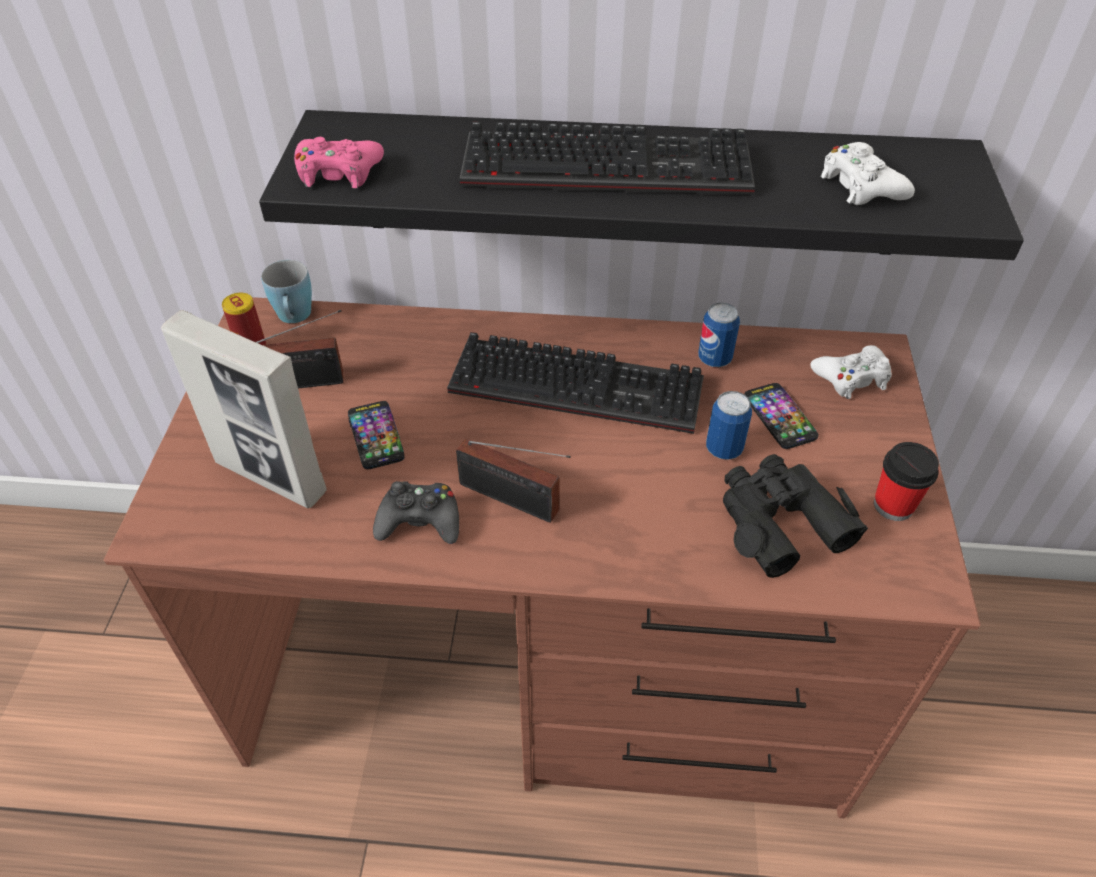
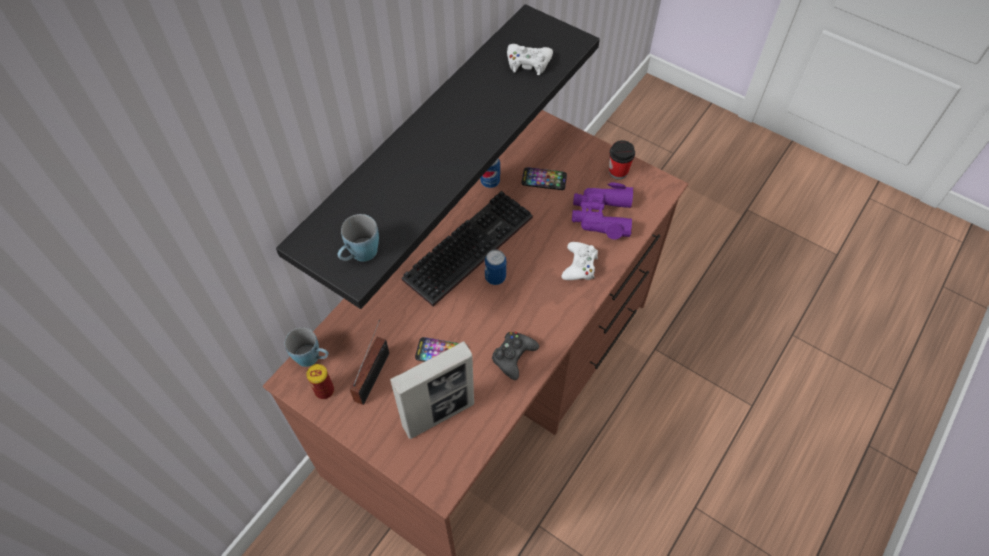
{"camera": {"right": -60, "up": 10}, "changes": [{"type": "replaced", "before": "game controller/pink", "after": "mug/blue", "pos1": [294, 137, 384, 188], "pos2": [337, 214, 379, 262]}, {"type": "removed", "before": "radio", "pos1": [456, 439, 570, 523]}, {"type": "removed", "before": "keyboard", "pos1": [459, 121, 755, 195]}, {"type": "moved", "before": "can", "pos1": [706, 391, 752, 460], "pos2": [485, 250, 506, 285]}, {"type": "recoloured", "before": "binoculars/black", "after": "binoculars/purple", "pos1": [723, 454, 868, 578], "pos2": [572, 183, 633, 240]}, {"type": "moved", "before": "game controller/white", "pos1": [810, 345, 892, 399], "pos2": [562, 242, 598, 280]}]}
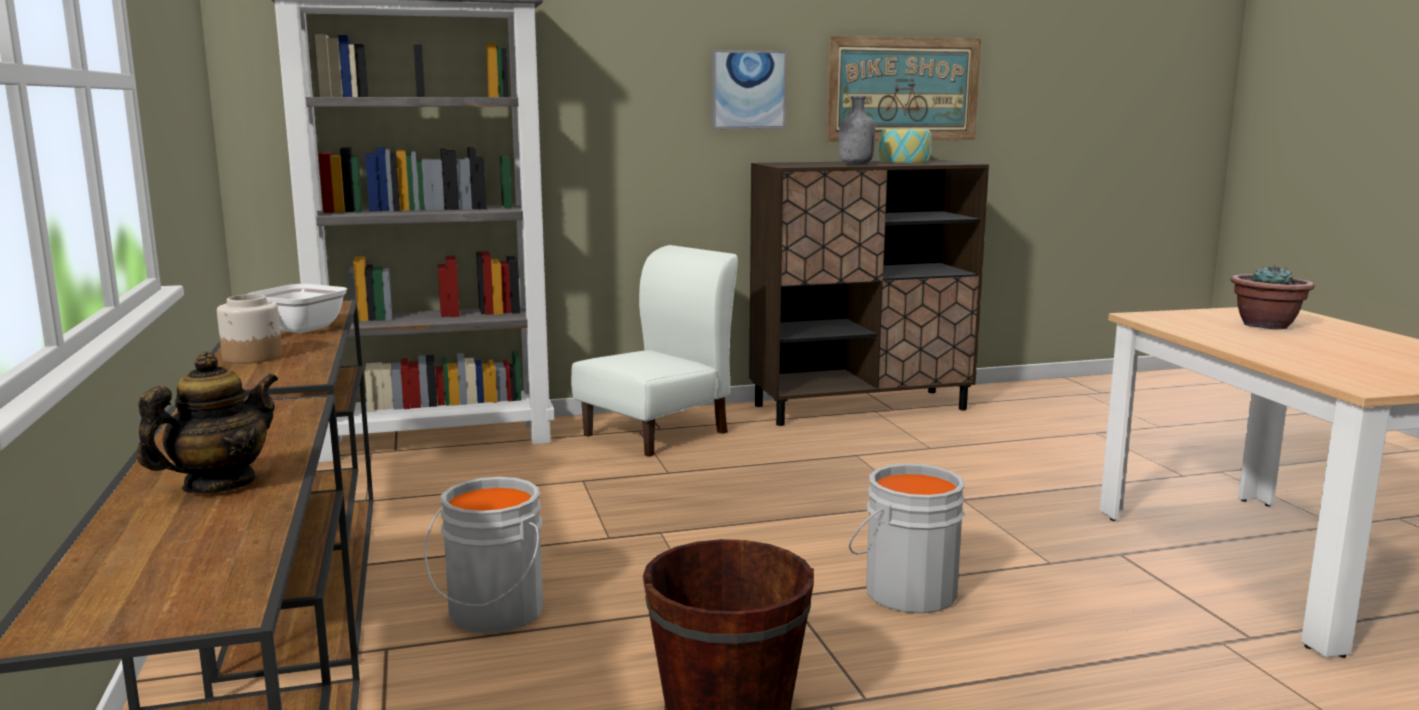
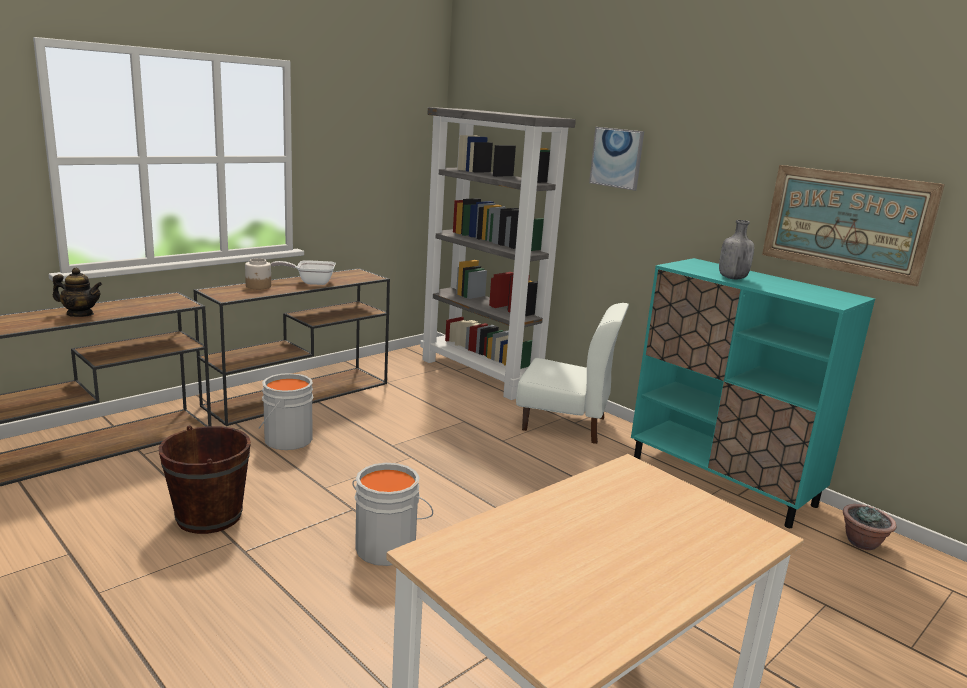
{"camera": {"right": 60, "up": 5}, "changes": [{"type": "moved", "before": "picture", "pos1": [712, 50, 787, 129], "pos2": [589, 127, 644, 190]}, {"type": "recoloured", "before": "cabinet/brown", "after": "cabinet/turquoise", "pos1": [749, 160, 989, 426], "pos2": [631, 258, 875, 528]}, {"type": "removed", "before": "bowl", "pos1": [879, 129, 932, 163]}, {"type": "moved", "before": "potted plant", "pos1": [1230, 265, 1315, 329], "pos2": [843, 504, 897, 550]}]}
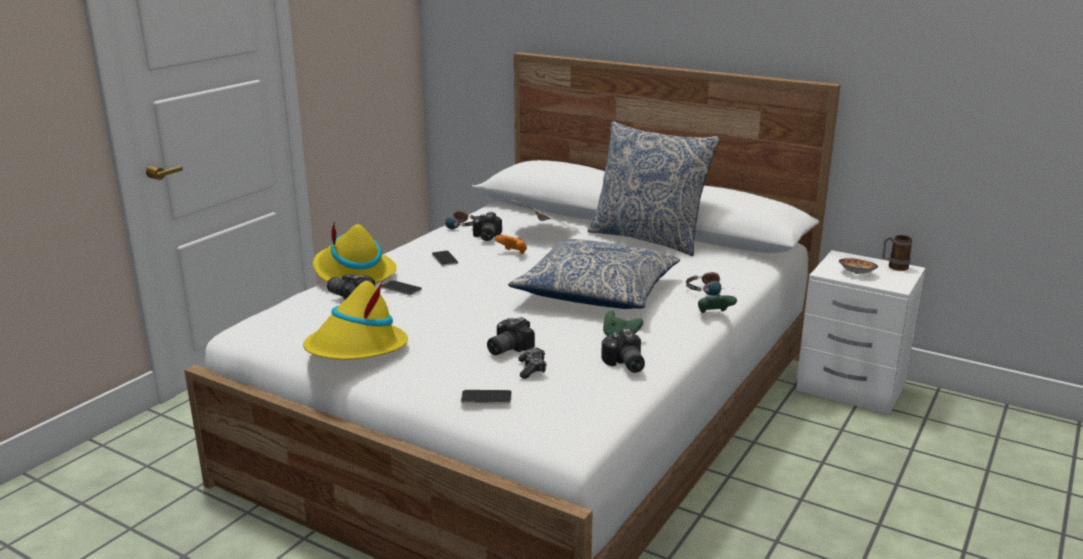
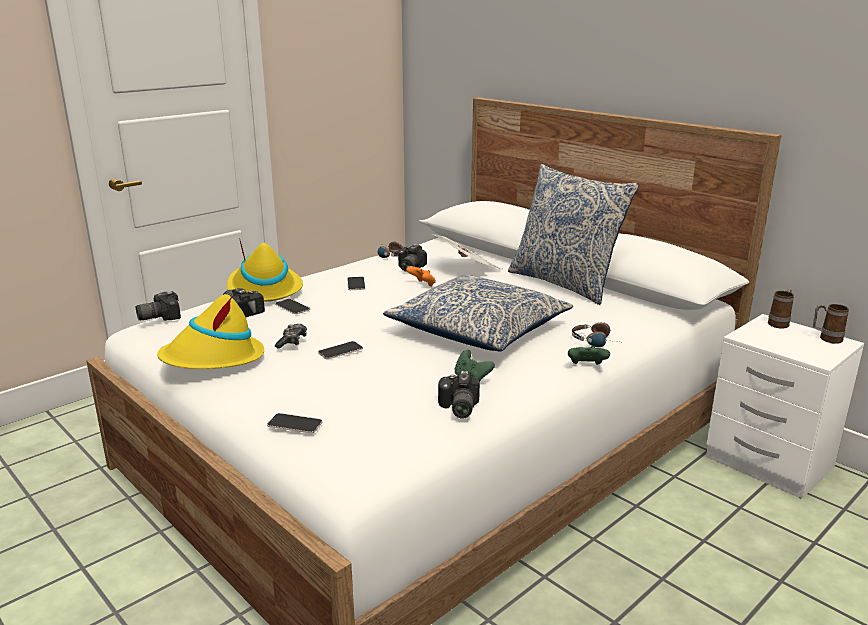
{"camera": {"right": 15, "up": 0}, "changes": [{"type": "moved", "before": "photo camera", "pos1": [487, 317, 535, 355], "pos2": [136, 291, 181, 321]}, {"type": "moved", "before": "game controller", "pos1": [518, 347, 547, 379], "pos2": [275, 324, 307, 349]}, {"type": "removed", "before": "bowl", "pos1": [839, 258, 878, 274]}, {"type": "added", "after": "phone", "pos2": [318, 341, 363, 359]}, {"type": "added", "after": "mug", "pos2": [768, 288, 794, 329]}]}
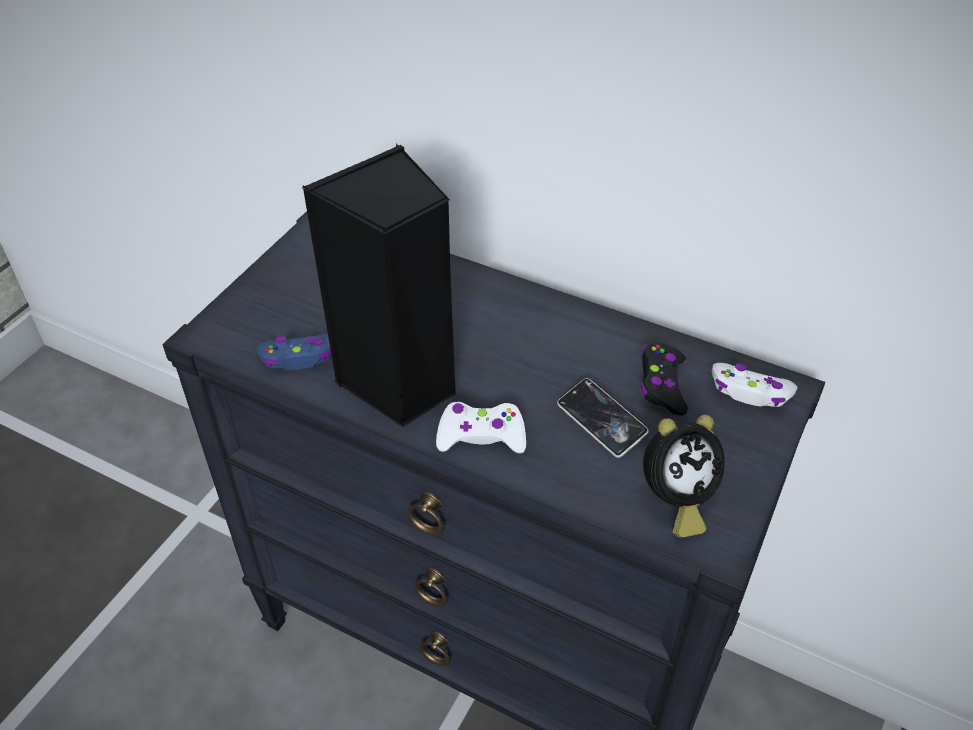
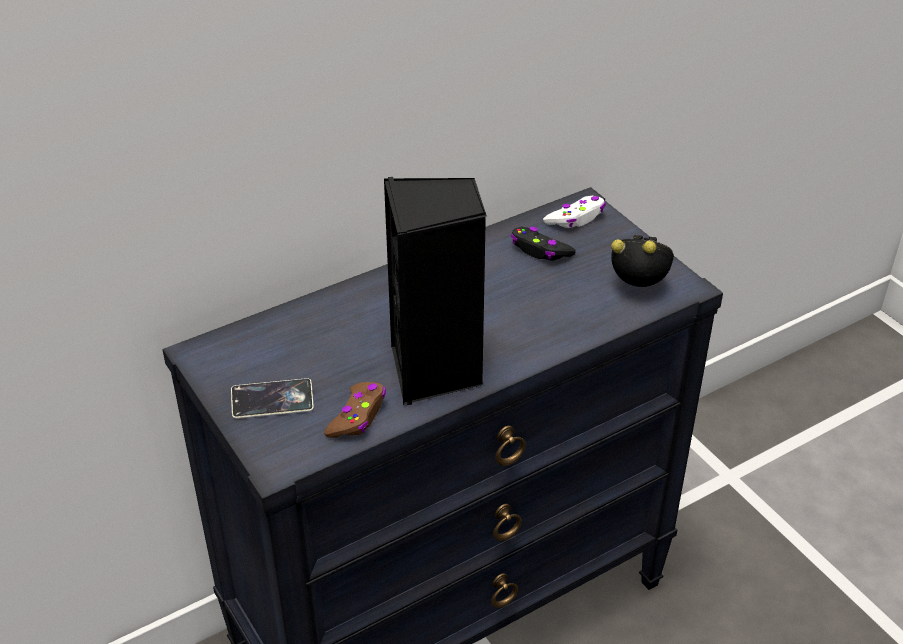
{"camera": {"right": -60, "up": -5}, "changes": [{"type": "recoloured", "before": "game controller/blue", "after": "game controller/brown", "pos1": [256, 333, 332, 370], "pos2": [324, 382, 386, 438]}, {"type": "removed", "before": "game controller/white", "pos1": [436, 402, 526, 453]}, {"type": "moved", "before": "phone", "pos1": [557, 378, 649, 458], "pos2": [231, 378, 314, 419]}, {"type": "turned", "before": "alarm clock", "pos1": [643, 415, 725, 538], "pos2": [611, 235, 674, 287], "turn": -75}]}
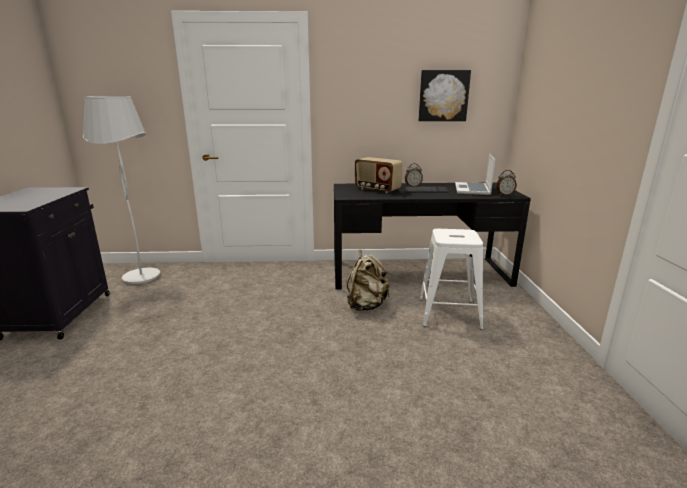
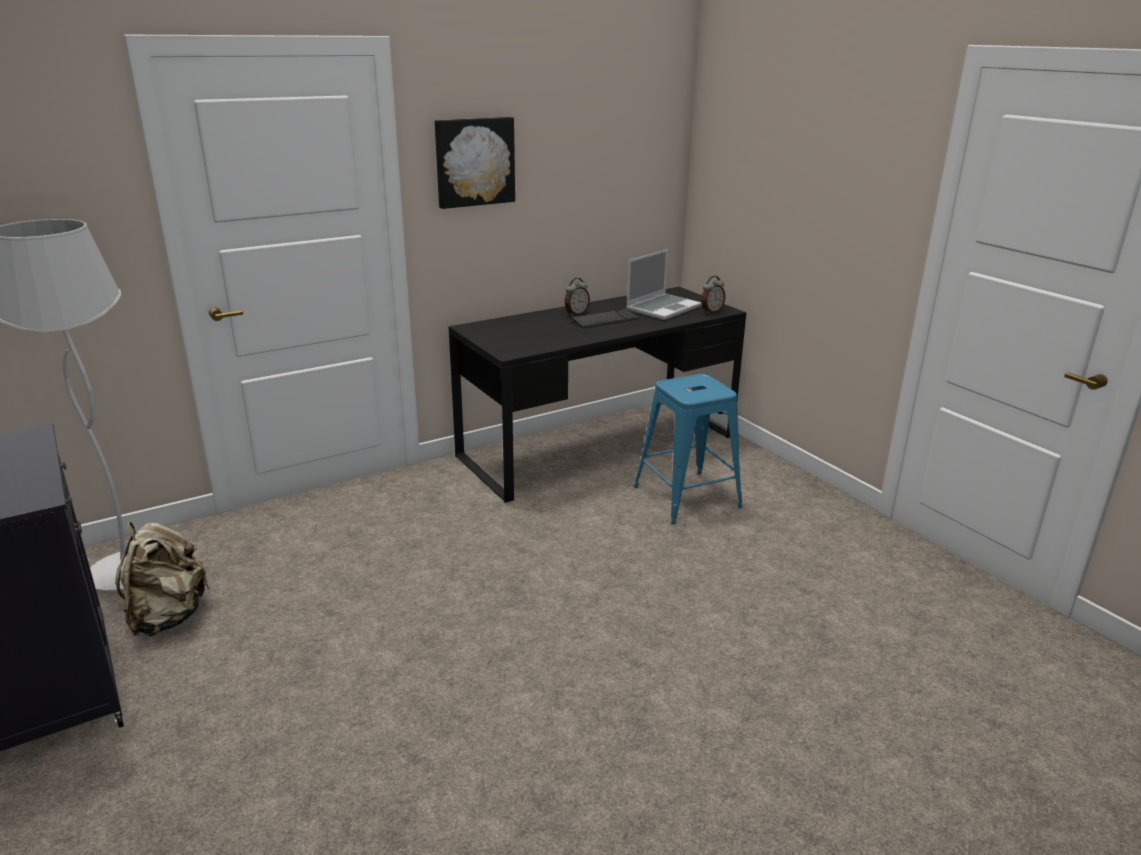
{"camera": {"right": -30, "up": 5}, "changes": [{"type": "moved", "before": "backpack/beige", "pos1": [346, 250, 390, 311], "pos2": [115, 522, 210, 636]}, {"type": "removed", "before": "radio", "pos1": [355, 157, 403, 193]}, {"type": "moved", "before": "picture", "pos1": [419, 70, 471, 121], "pos2": [435, 117, 515, 209]}, {"type": "recoloured", "before": "stool/white", "after": "stool/blue", "pos1": [419, 229, 483, 330], "pos2": [634, 374, 743, 524]}, {"type": "turned", "before": "laptop", "pos1": [455, 153, 495, 195], "pos2": [626, 249, 702, 320], "turn": -120}]}
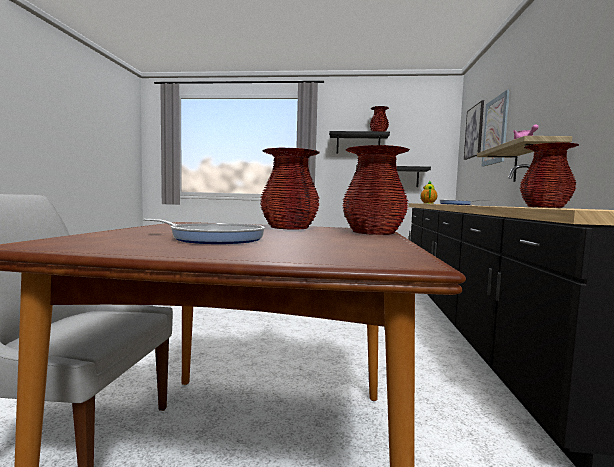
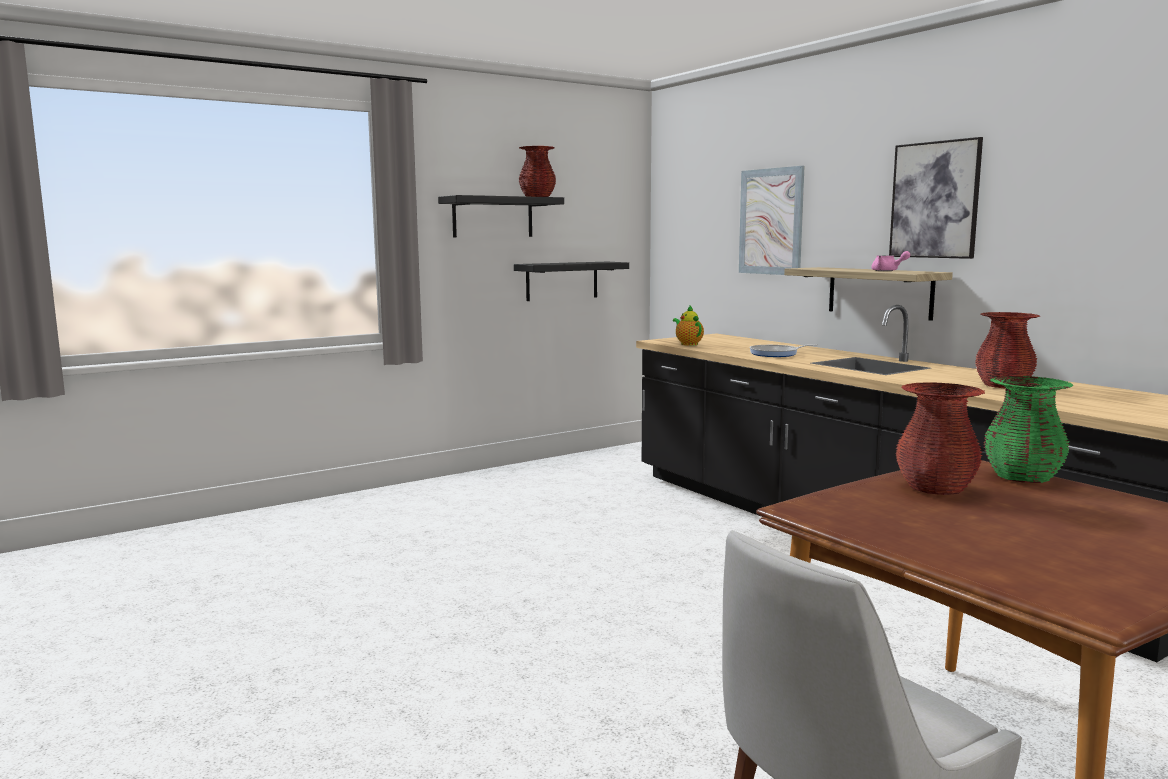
{"camera": {"right": -40, "up": 5}, "changes": [{"type": "removed", "before": "frying pan", "pos1": [143, 219, 265, 244]}, {"type": "recoloured", "before": "vase/red", "after": "vase/green", "pos1": [342, 145, 410, 235], "pos2": [983, 376, 1073, 483]}, {"type": "moved", "before": "picture", "pos1": [464, 100, 484, 160], "pos2": [889, 137, 983, 259]}]}
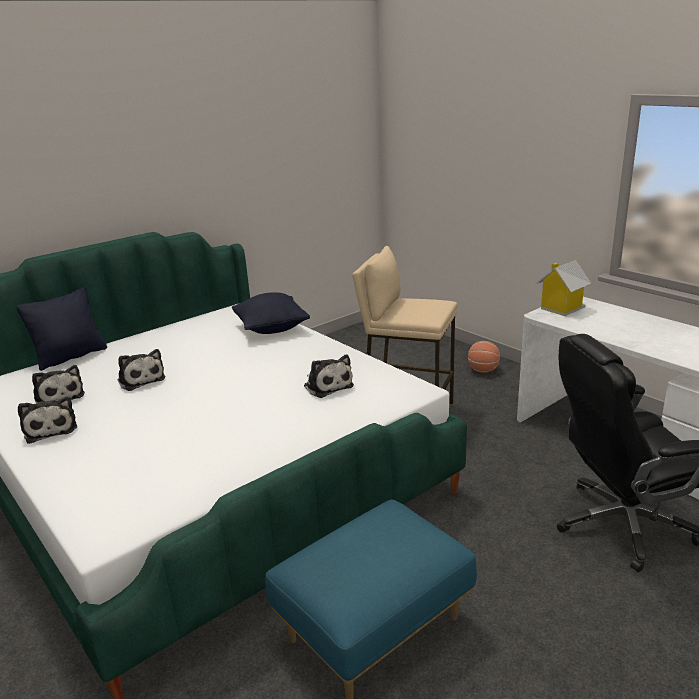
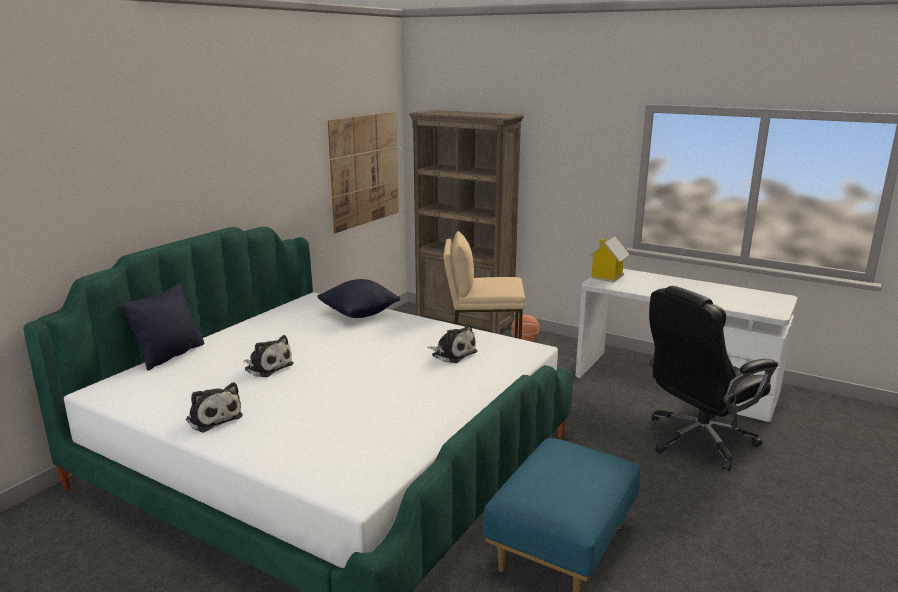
{"camera": {"right": -20, "up": -5}, "changes": [{"type": "removed", "before": "plush toy", "pos1": [32, 365, 85, 403]}, {"type": "added", "after": "picture", "pos2": [328, 112, 399, 233]}, {"type": "added", "after": "bookcase/brown", "pos2": [409, 110, 524, 334]}]}
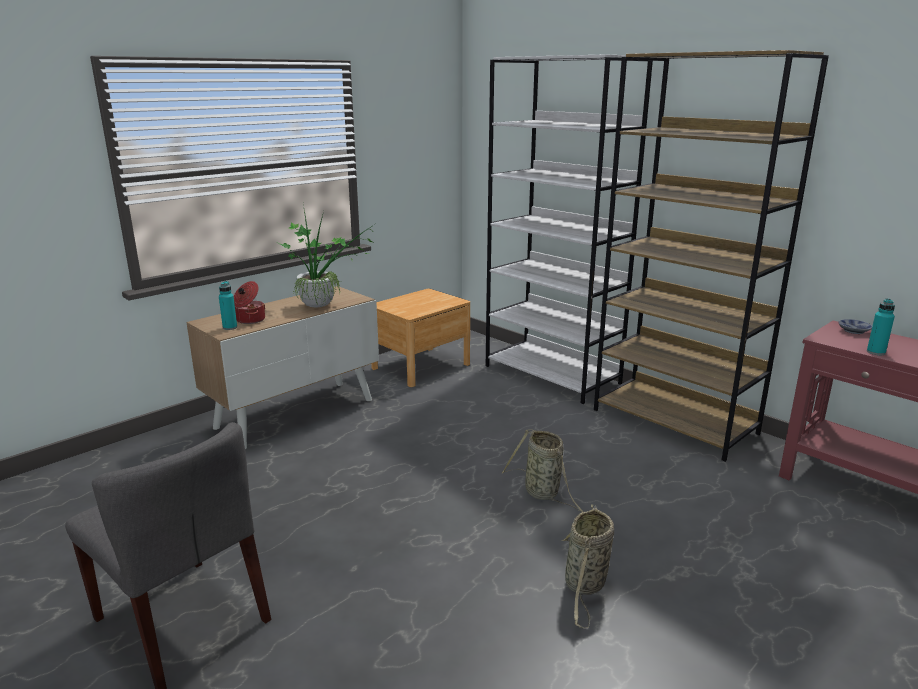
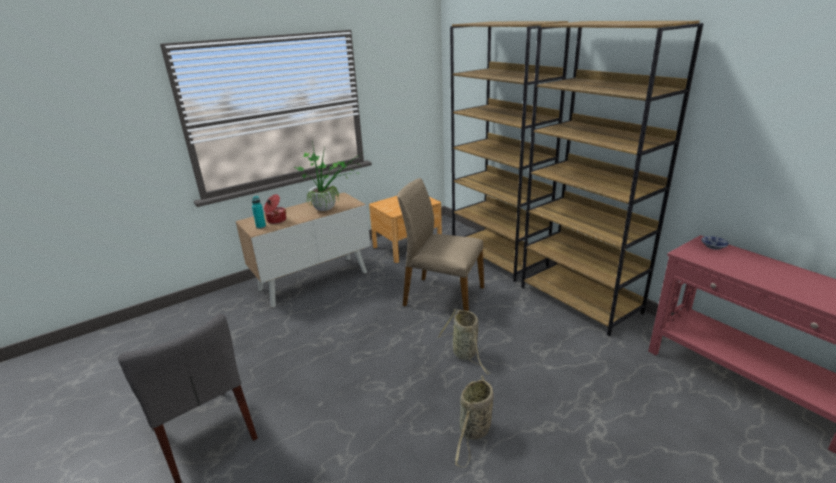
{"camera": {"right": 10, "up": 5}, "changes": [{"type": "recoloured", "before": "bookcase/white", "after": "bookcase/brown", "pos1": [486, 54, 653, 404], "pos2": [450, 21, 571, 282]}, {"type": "removed", "before": "bottle/turquoise", "pos1": [867, 299, 895, 355]}, {"type": "added", "after": "chair/beige", "pos2": [397, 178, 484, 311]}]}
